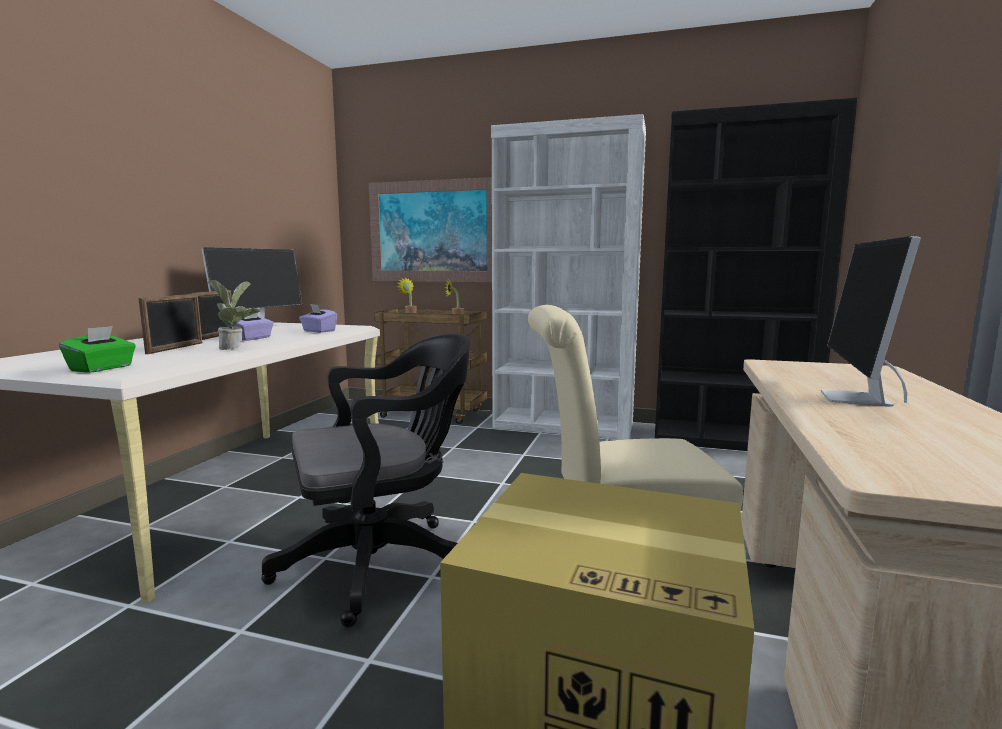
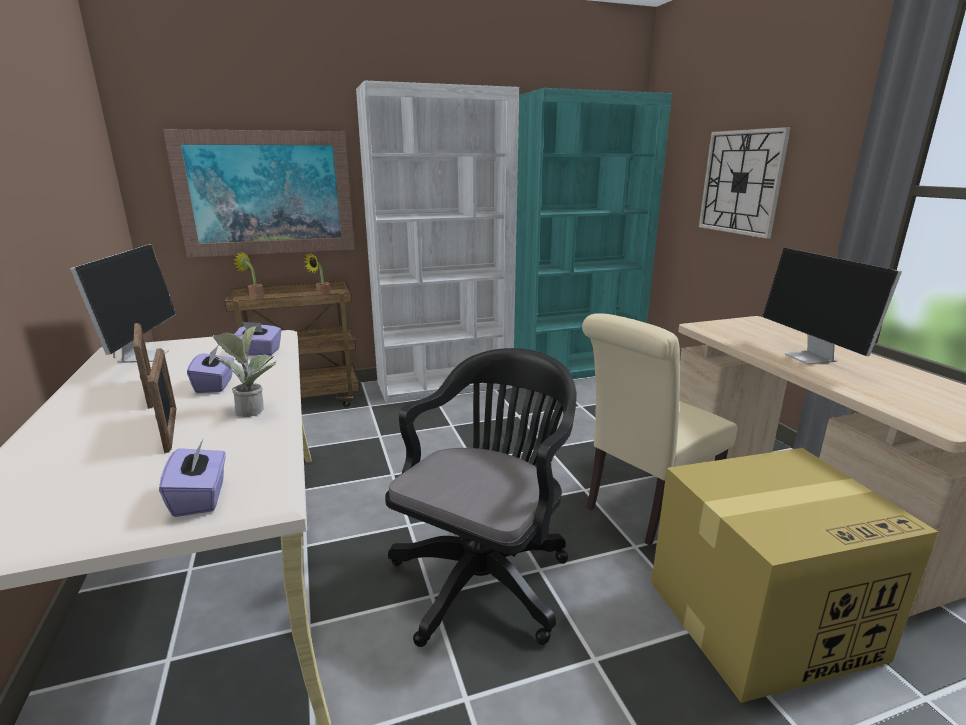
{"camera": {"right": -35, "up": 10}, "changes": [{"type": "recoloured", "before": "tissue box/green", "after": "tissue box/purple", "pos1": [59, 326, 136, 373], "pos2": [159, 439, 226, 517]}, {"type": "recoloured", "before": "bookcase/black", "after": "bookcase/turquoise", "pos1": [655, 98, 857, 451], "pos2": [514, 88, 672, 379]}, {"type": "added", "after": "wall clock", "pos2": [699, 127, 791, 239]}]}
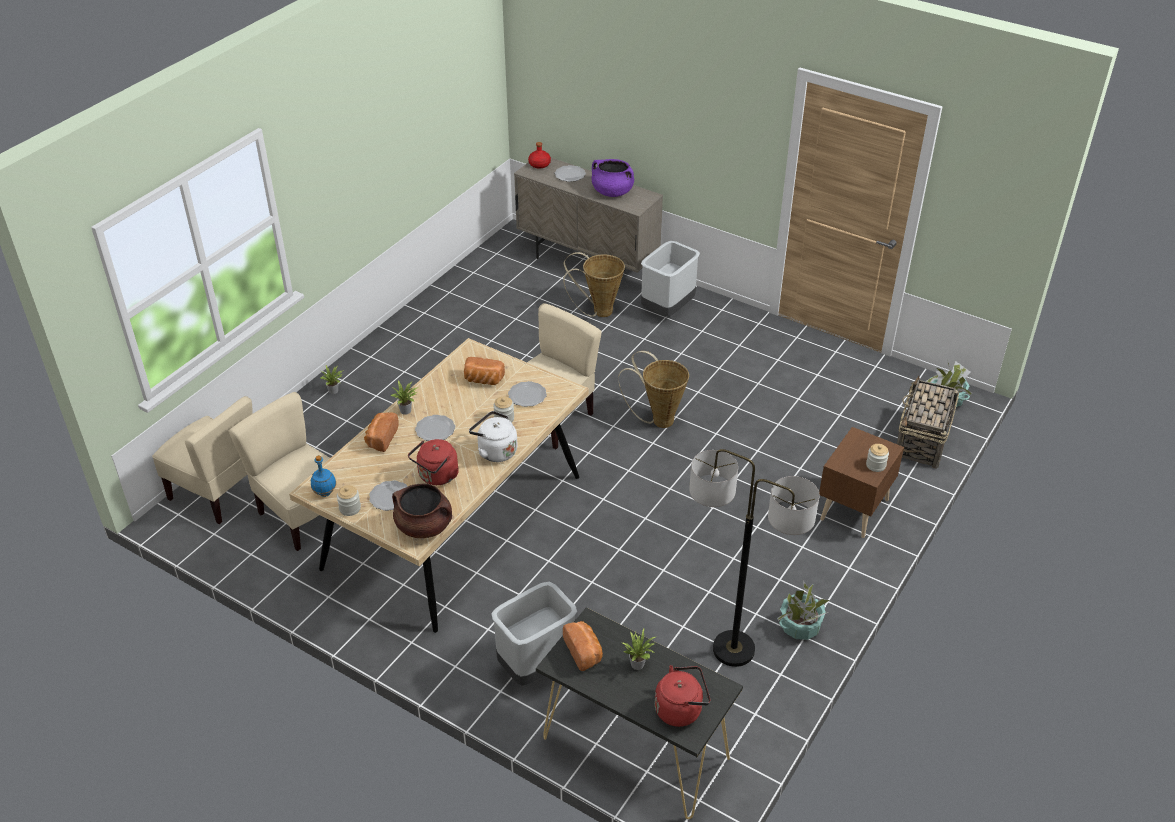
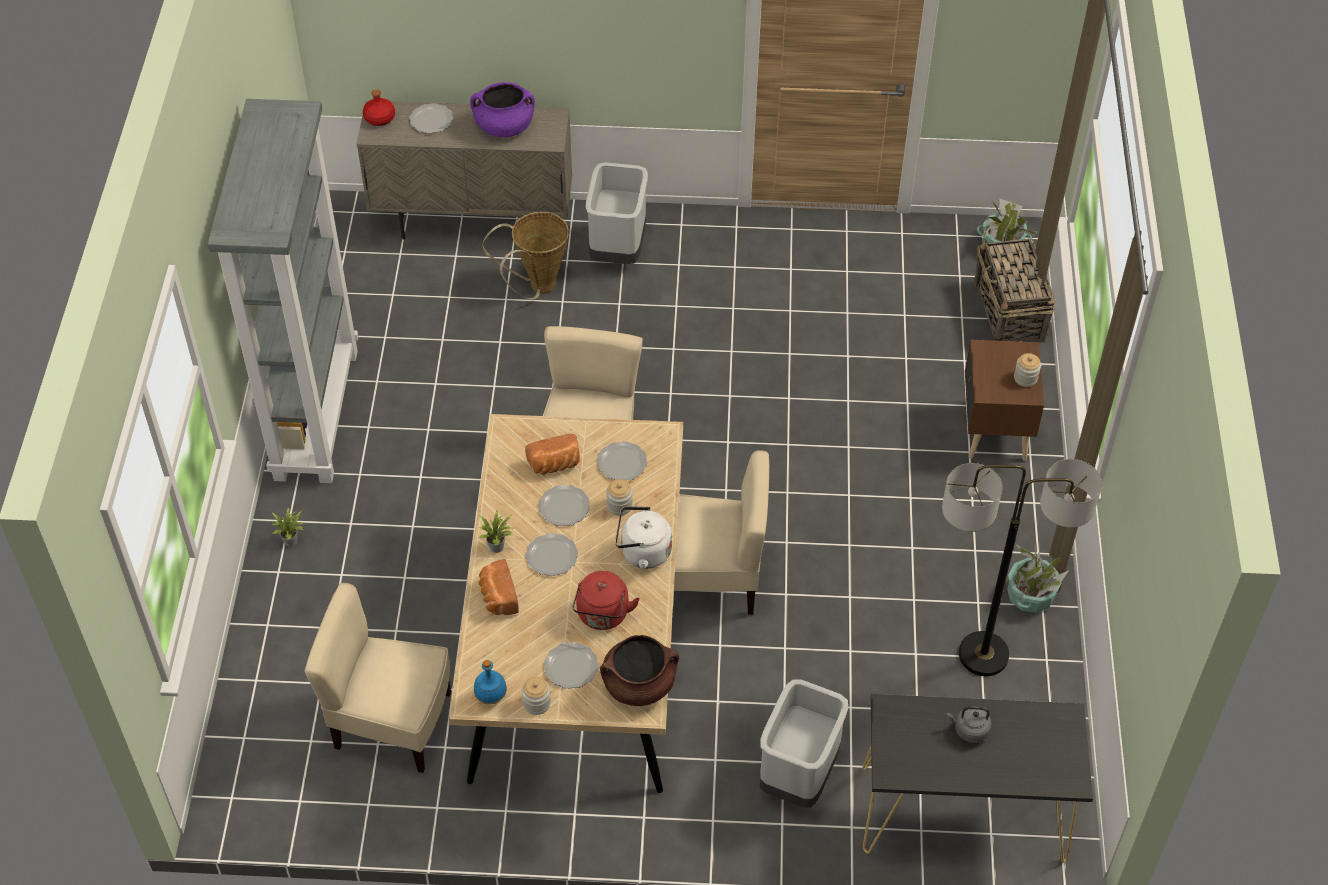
{"camera": {"right": -30, "up": 10}, "changes": [{"type": "moved", "before": "chair/beige", "pos1": [152, 396, 253, 524], "pos2": [674, 450, 769, 615]}, {"type": "removed", "before": "bread", "pos1": [563, 621, 603, 671]}, {"type": "removed", "before": "basket", "pos1": [618, 351, 689, 428]}, {"type": "replaced", "before": "potted plant", "after": "kettle/grey", "pos1": [622, 628, 656, 670], "pos2": [947, 706, 991, 743]}, {"type": "removed", "before": "kettle/red", "pos1": [655, 665, 710, 727]}, {"type": "added", "after": "bookcase/grey", "pos2": [207, 99, 358, 484]}, {"type": "added", "after": "plate", "pos2": [539, 485, 590, 526]}]}
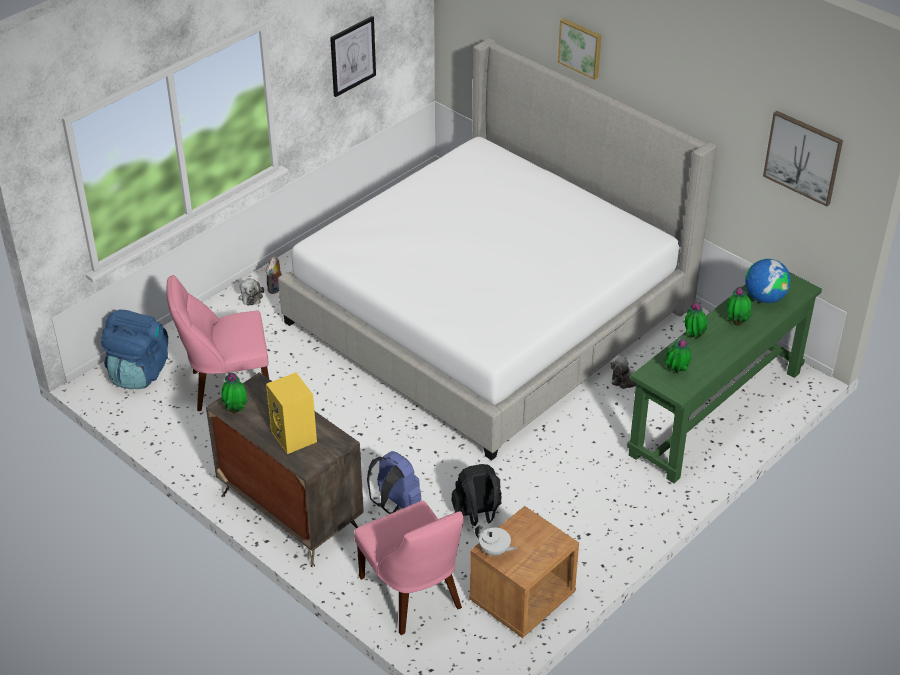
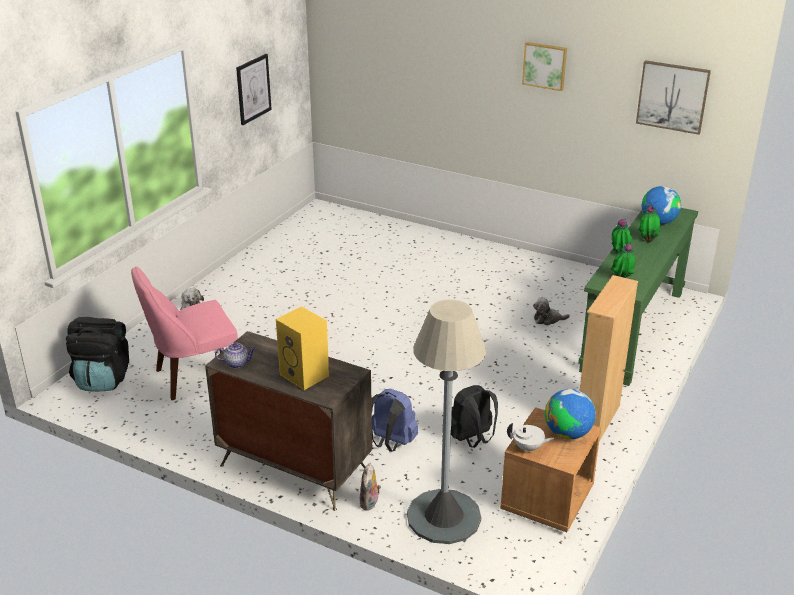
{"camera": {"right": -15, "up": -10}, "changes": [{"type": "recoloured", "before": "backpack/blue", "after": "backpack/black", "pos1": [101, 310, 168, 389], "pos2": [66, 317, 129, 392]}, {"type": "replaced", "before": "potted plant", "after": "teapot", "pos1": [221, 373, 248, 413], "pos2": [215, 343, 256, 368]}, {"type": "moved", "before": "plush toy", "pos1": [266, 256, 282, 294], "pos2": [360, 463, 381, 511]}, {"type": "removed", "before": "bed", "pos1": [278, 38, 717, 460]}, {"type": "replaced", "before": "chair/pink", "after": "floor lamp/grey", "pos1": [354, 501, 463, 635], "pos2": [407, 300, 486, 544]}, {"type": "moved", "before": "picture", "pos1": [558, 19, 601, 80], "pos2": [522, 42, 567, 91]}, {"type": "added", "after": "globe", "pos2": [545, 389, 596, 439]}, {"type": "added", "after": "bookcase/beige", "pos2": [580, 275, 638, 442]}]}
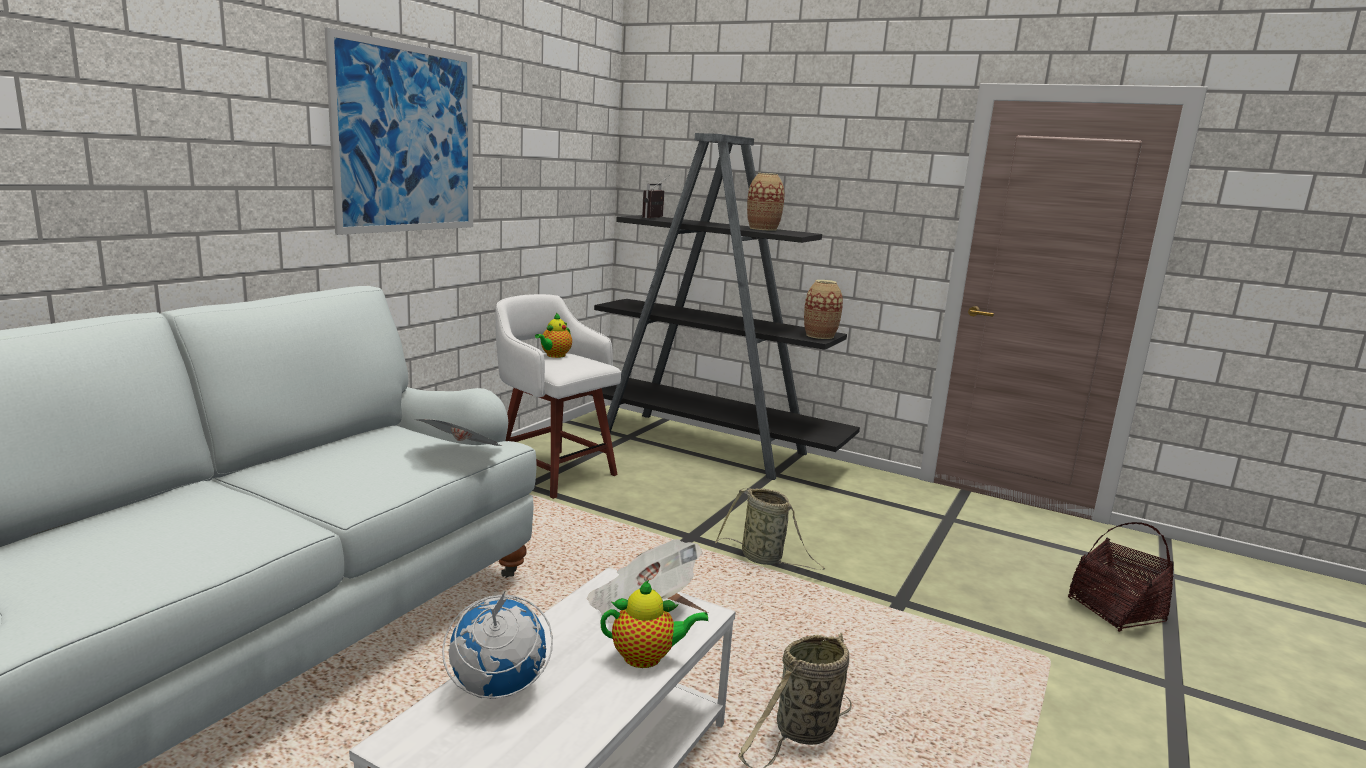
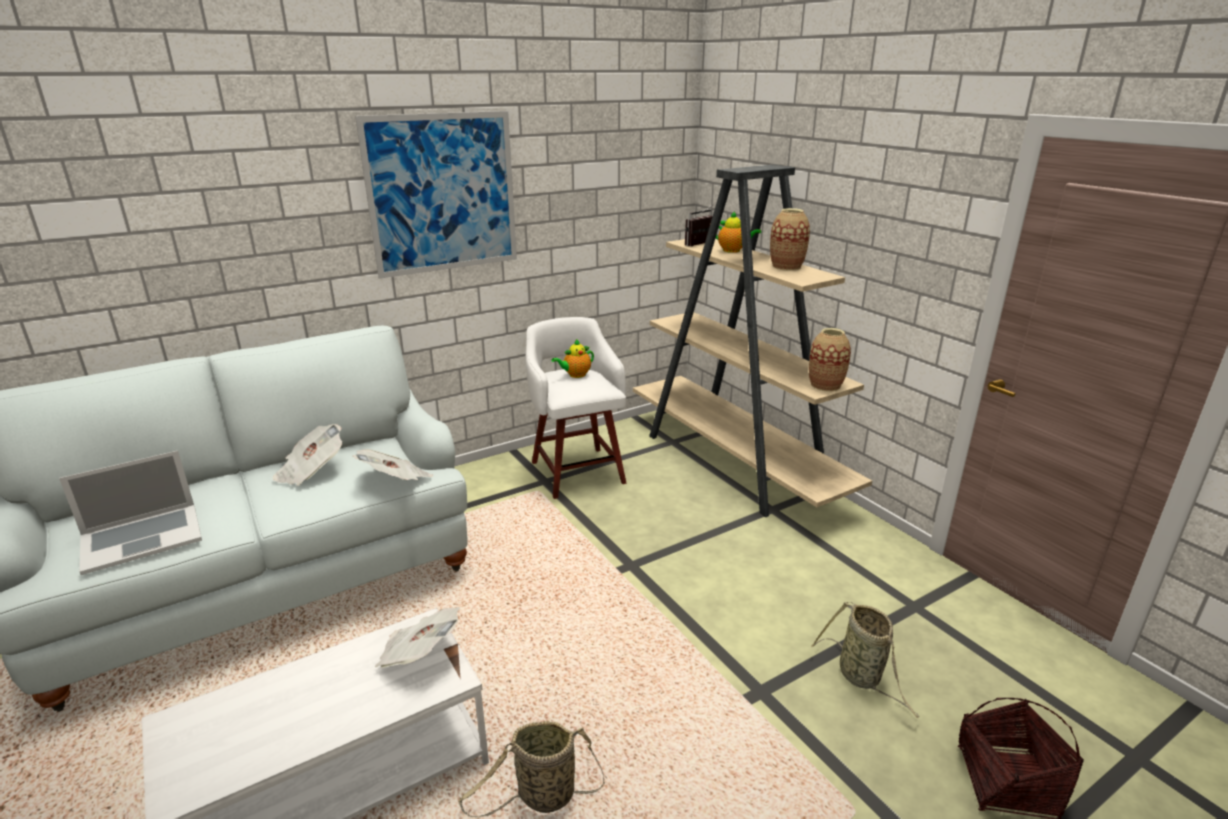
{"camera": {"right": 30, "up": 10}, "changes": [{"type": "removed", "before": "globe", "pos1": [442, 590, 553, 699]}, {"type": "recoloured", "before": "bookcase/black", "after": "bookcase/beige", "pos1": [590, 133, 860, 480], "pos2": [633, 165, 872, 517]}, {"type": "moved", "before": "teapot", "pos1": [600, 580, 708, 668], "pos2": [716, 212, 761, 253]}, {"type": "moved", "before": "basket", "pos1": [715, 488, 825, 570], "pos2": [811, 602, 920, 718]}, {"type": "added", "after": "laptop", "pos2": [59, 451, 202, 575]}, {"type": "added", "after": "newspaper", "pos2": [273, 424, 342, 486]}]}
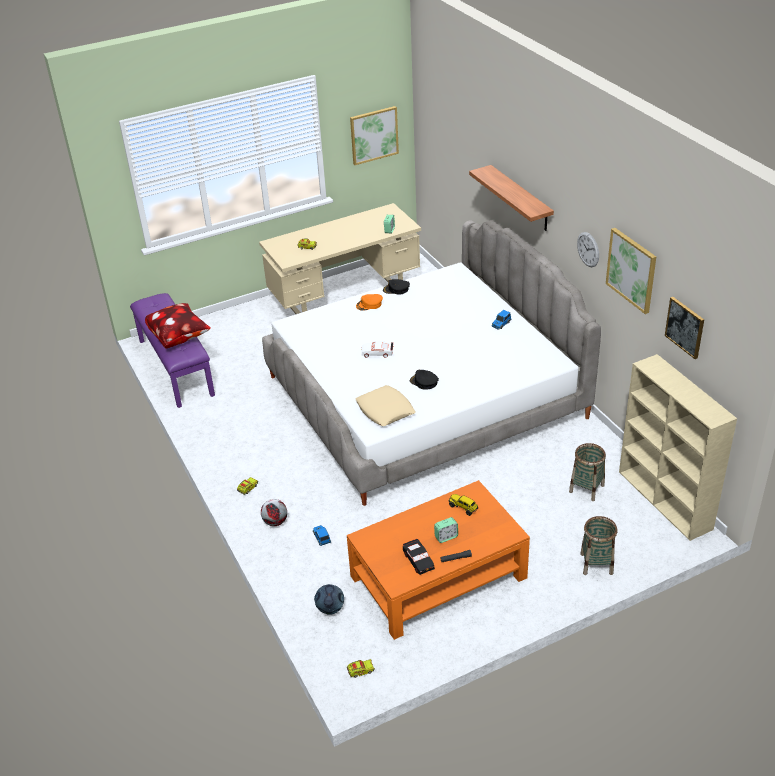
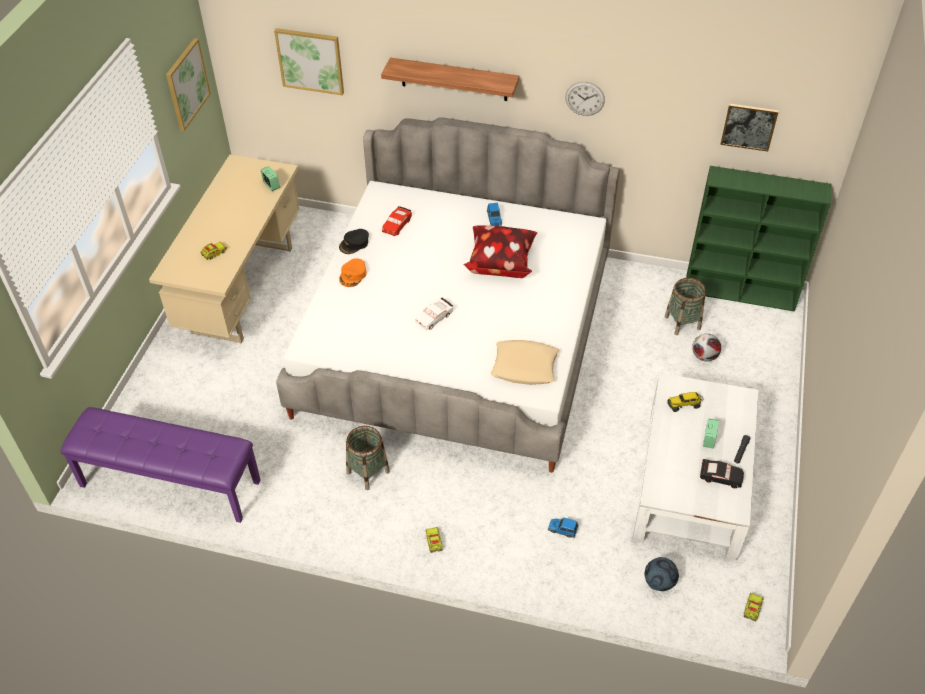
{"camera": {"right": -50, "up": 10}, "changes": [{"type": "moved", "before": "pillow", "pos1": [145, 303, 211, 348], "pos2": [463, 225, 537, 278]}, {"type": "moved", "before": "football", "pos1": [261, 499, 287, 526], "pos2": [692, 334, 721, 361]}, {"type": "recoloured", "before": "coffee table/orange", "after": "coffee table/white", "pos1": [347, 480, 530, 640], "pos2": [632, 373, 758, 562]}, {"type": "removed", "before": "cap/black", "pos1": [410, 370, 439, 390]}, {"type": "moved", "before": "basket", "pos1": [580, 516, 617, 575], "pos2": [346, 426, 390, 490]}, {"type": "moved", "before": "picture", "pos1": [606, 228, 656, 314], "pos2": [274, 28, 344, 95]}, {"type": "recoloured", "before": "bookcase/beige", "after": "bookcase/green", "pos1": [619, 354, 737, 541], "pos2": [686, 166, 831, 312]}, {"type": "added", "after": "toy car/red", "pos2": [382, 206, 412, 236]}]}
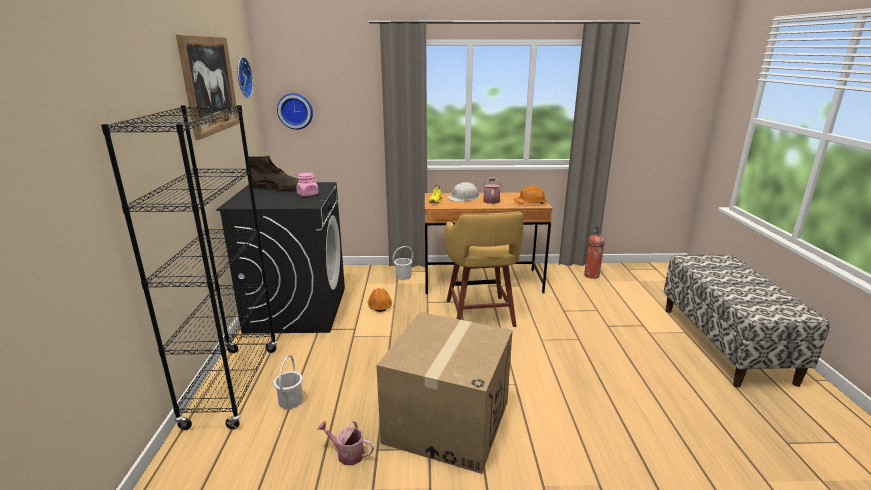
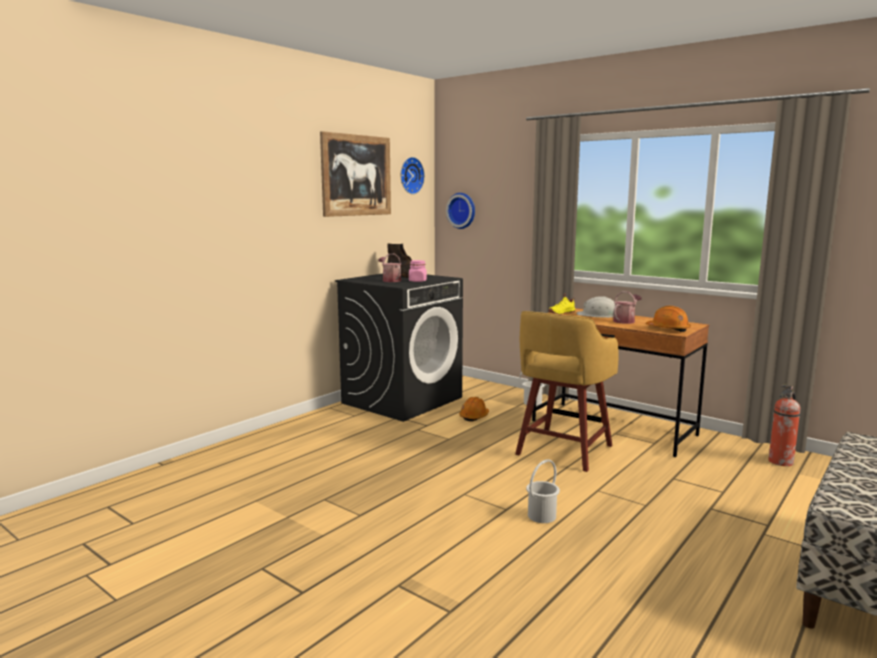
{"camera": {"right": 40, "up": -10}, "changes": [{"type": "removed", "before": "bookcase/black", "pos1": [101, 105, 277, 430]}, {"type": "moved", "before": "bucket/white", "pos1": [273, 355, 303, 409], "pos2": [526, 459, 560, 523]}, {"type": "moved", "before": "watering can", "pos1": [317, 421, 374, 465], "pos2": [378, 254, 401, 282]}, {"type": "removed", "before": "cardboard box", "pos1": [376, 312, 513, 474]}]}
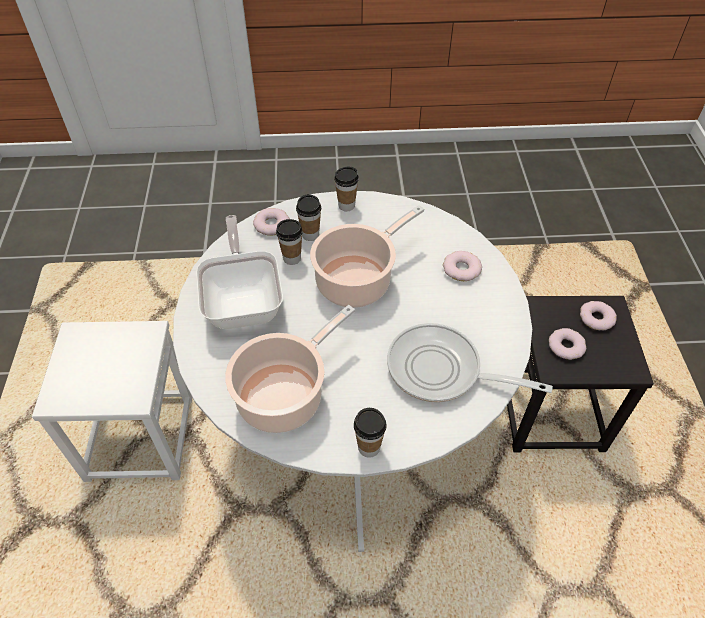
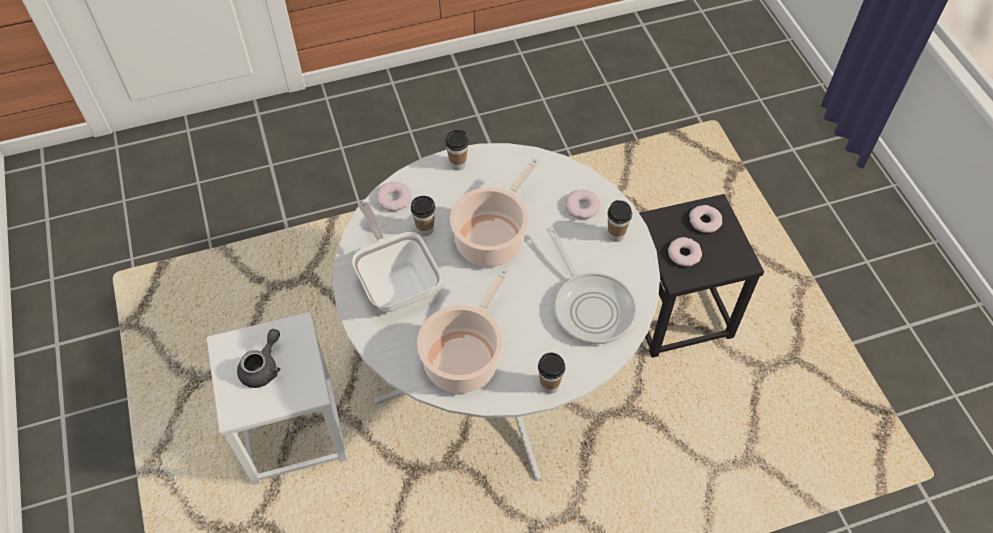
{"camera": {"right": -15, "up": 5}, "changes": [{"type": "moved", "before": "cup", "pos1": [296, 194, 321, 241], "pos2": [608, 200, 632, 242]}, {"type": "turned", "before": "frying pan", "pos1": [387, 323, 553, 402], "pos2": [546, 227, 636, 344], "turn": -120}, {"type": "added", "after": "teapot/grey", "pos2": [237, 329, 280, 388]}]}
